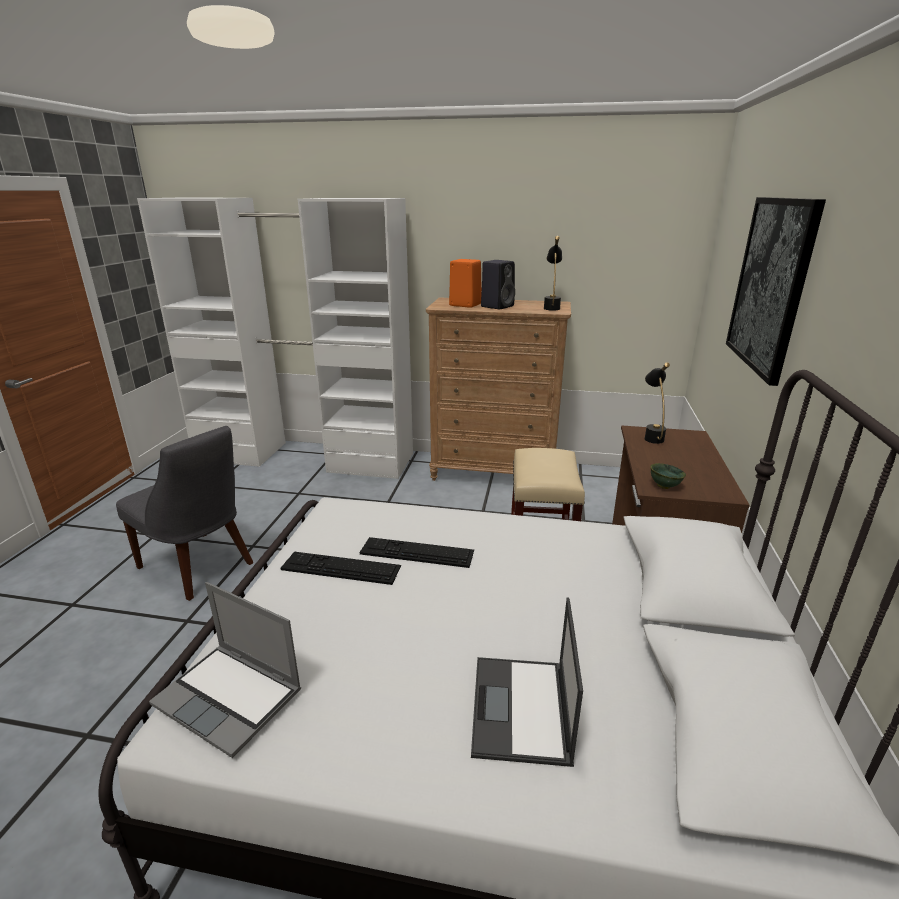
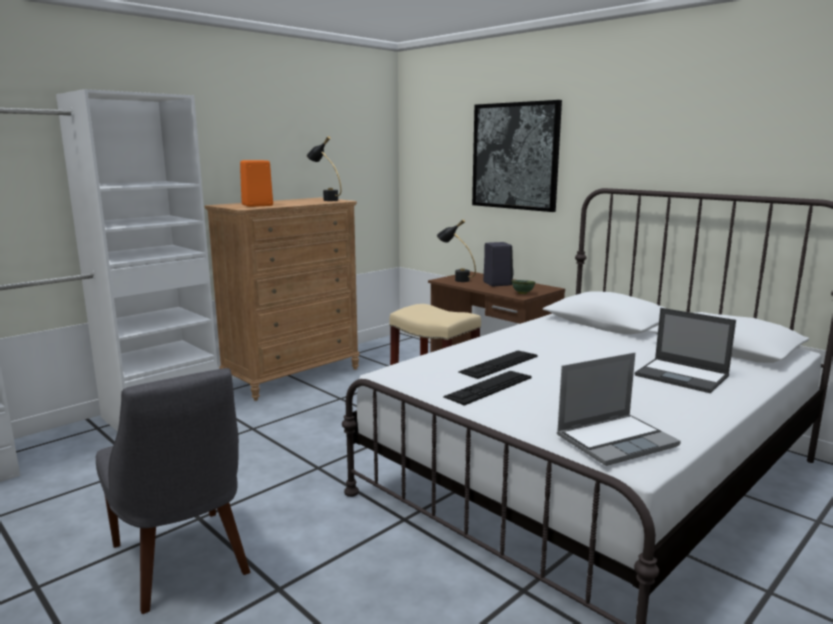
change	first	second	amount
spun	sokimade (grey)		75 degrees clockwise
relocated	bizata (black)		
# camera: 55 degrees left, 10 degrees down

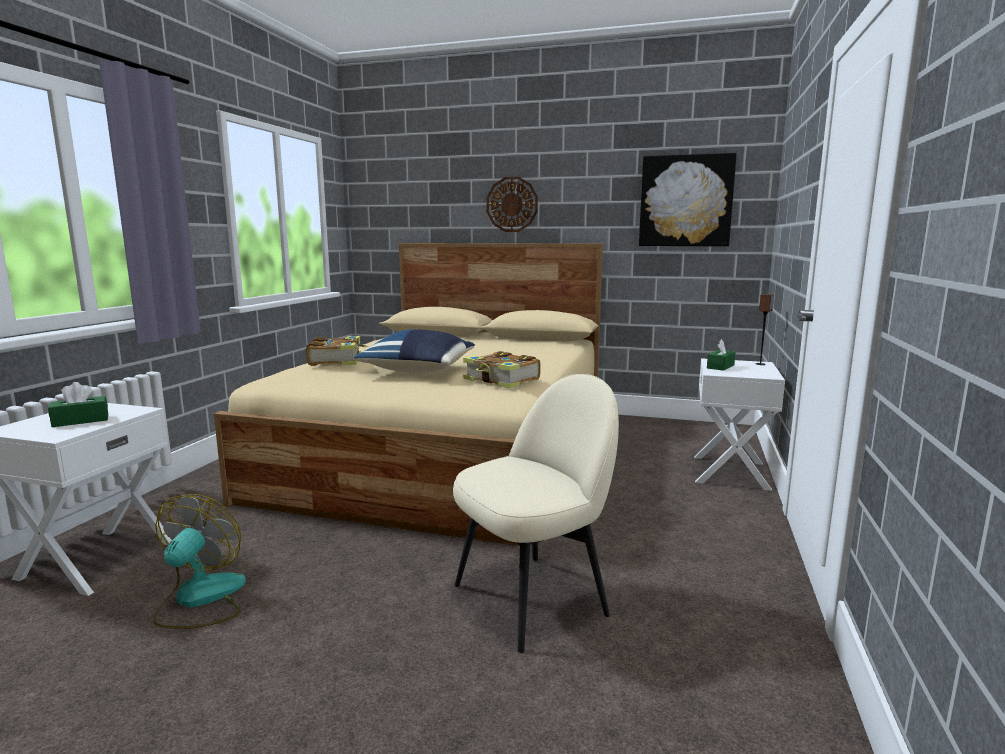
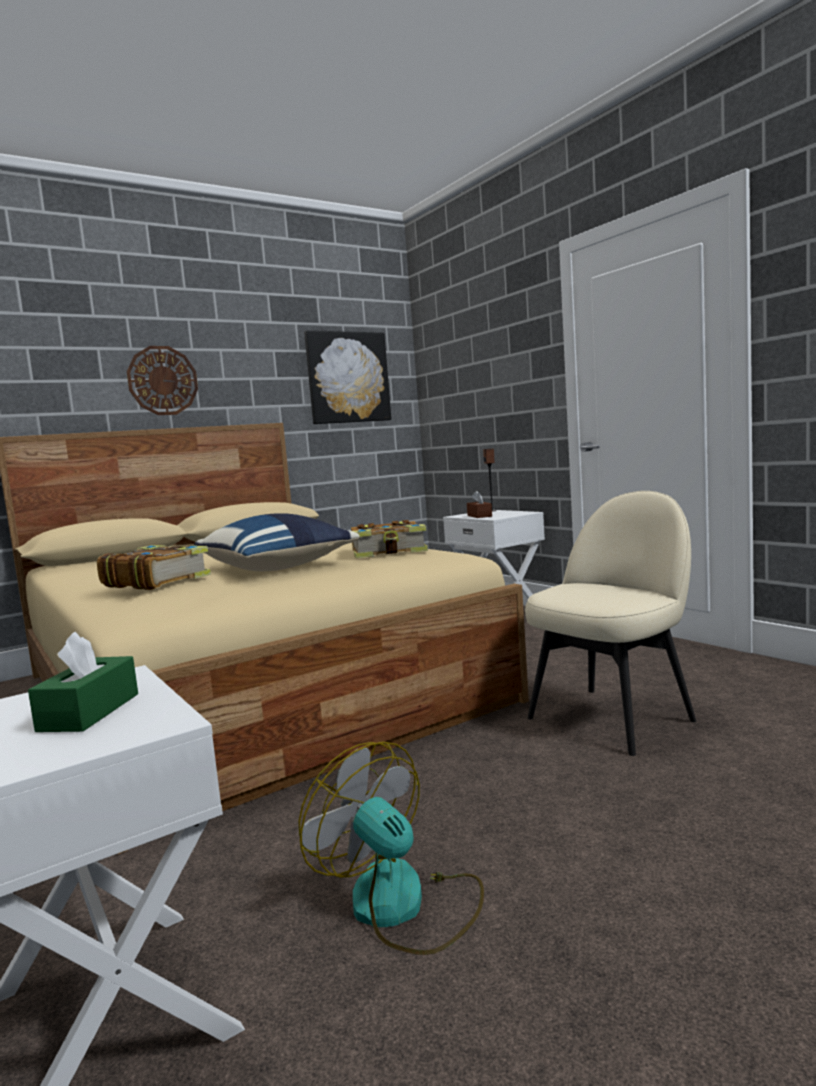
change	first	second	amount
spun	sokimade (beige)		45 degrees clockwise
colour	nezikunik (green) (no. 2 from left)	nezikunik (brown)	
# camera: 50 degrees left, 5 degrees down

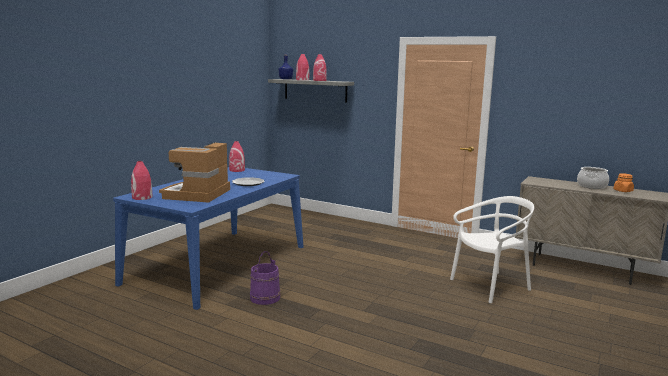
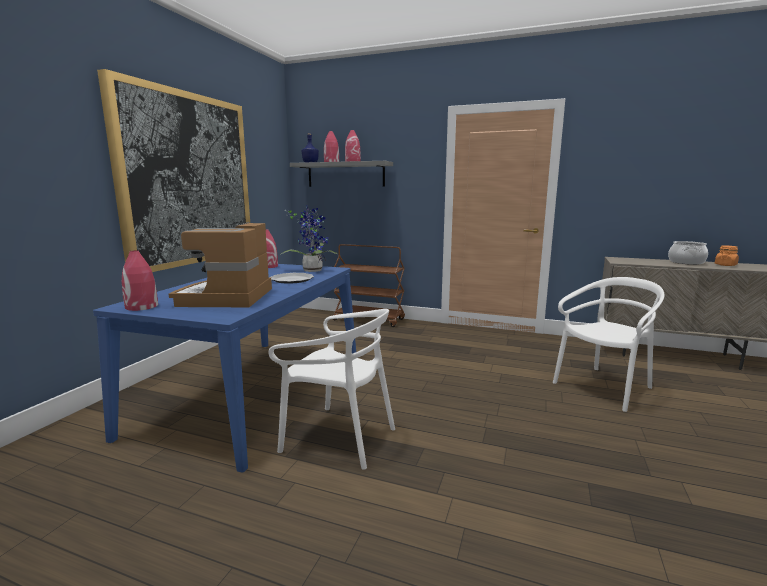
change	first	second	amount
exchanged	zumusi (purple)	sokimade (white) (no. 1 from left)	
appeared		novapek	
appeared		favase	
appeared		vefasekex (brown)	
# camera: 10 degrees left, 0 degrees up

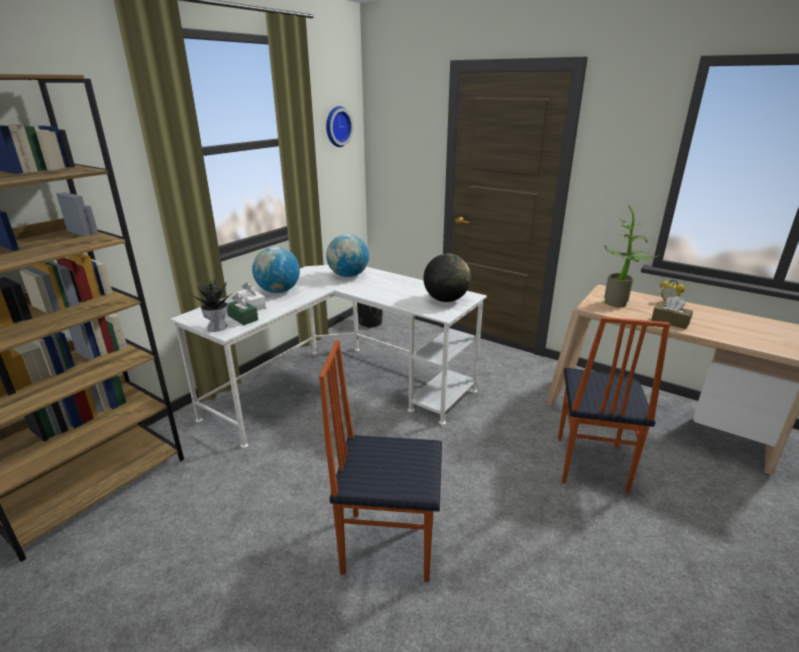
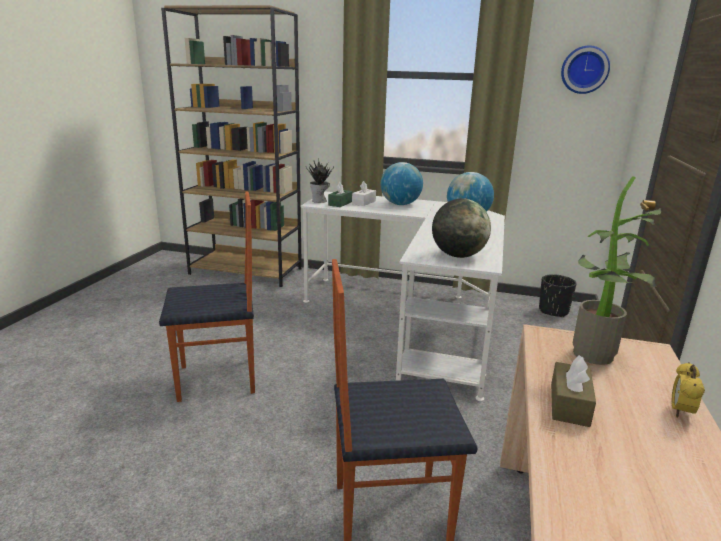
change	first	second	amount
spun	sokimade (no. 1 from left)		90 degrees clockwise
# camera: 70 degrees right, 5 degrees down

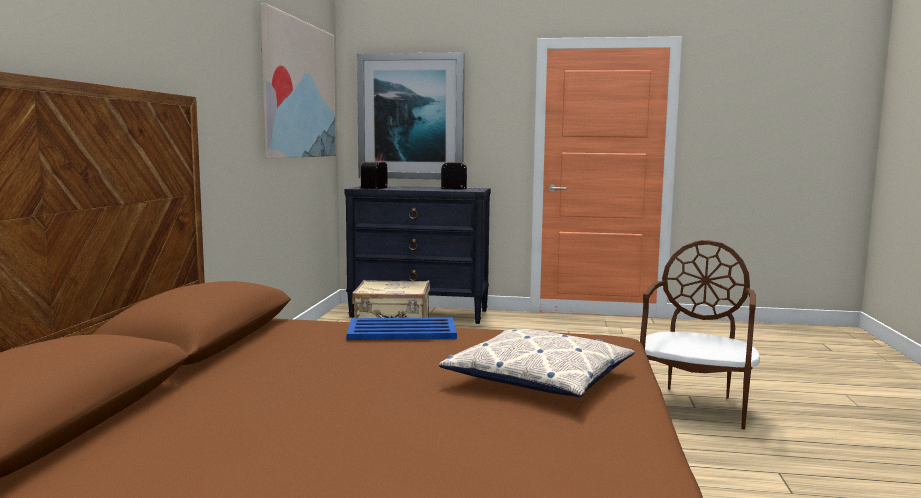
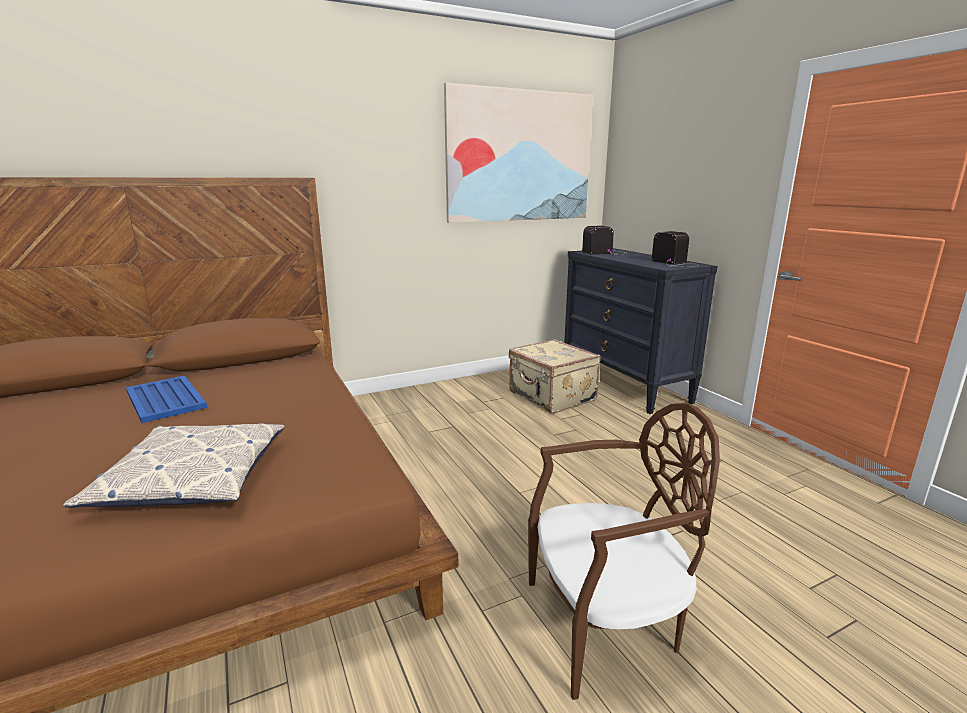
change	first	second	amount
relocated	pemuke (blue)		
missing	novapek (no. 2 from left)		
# camera: 55 degrees right, 10 degrees up

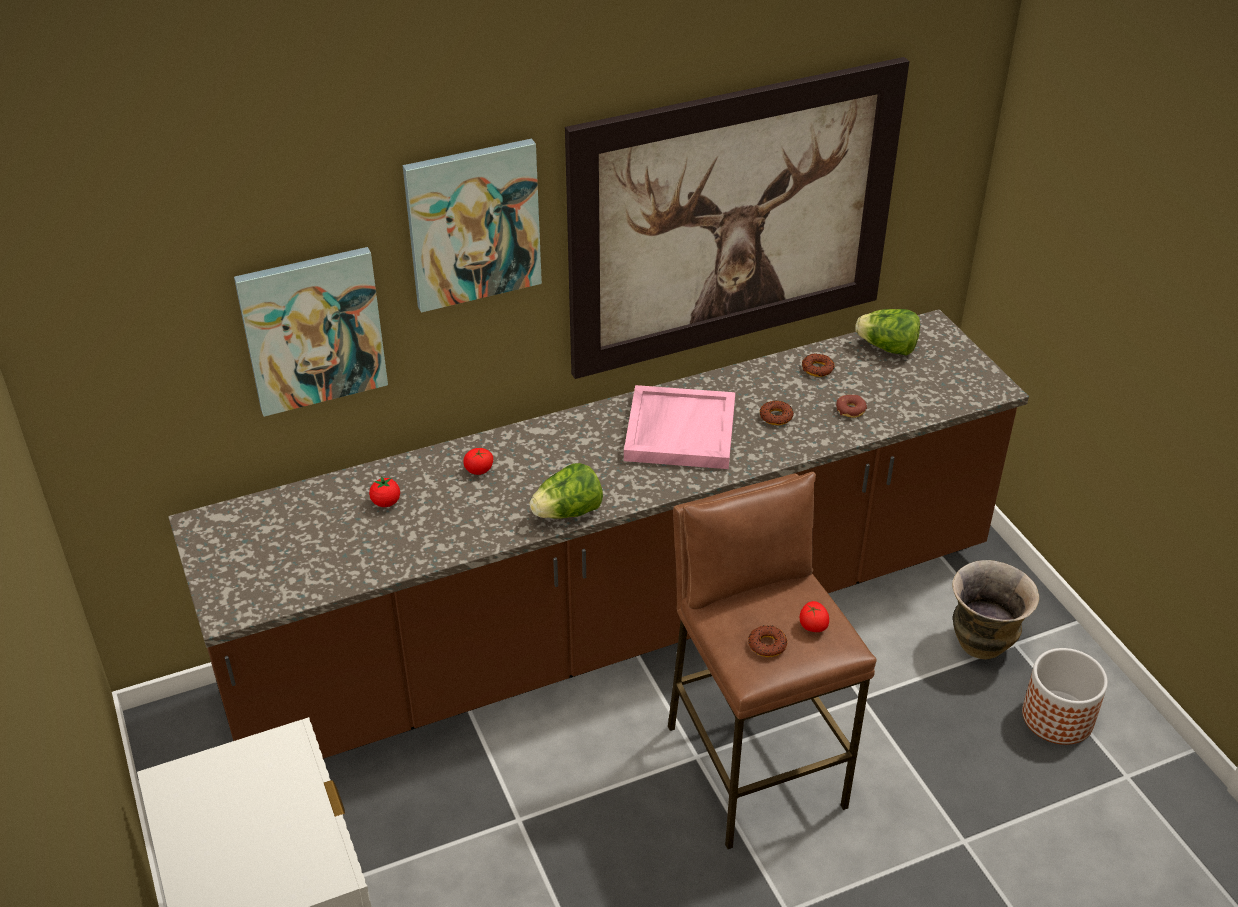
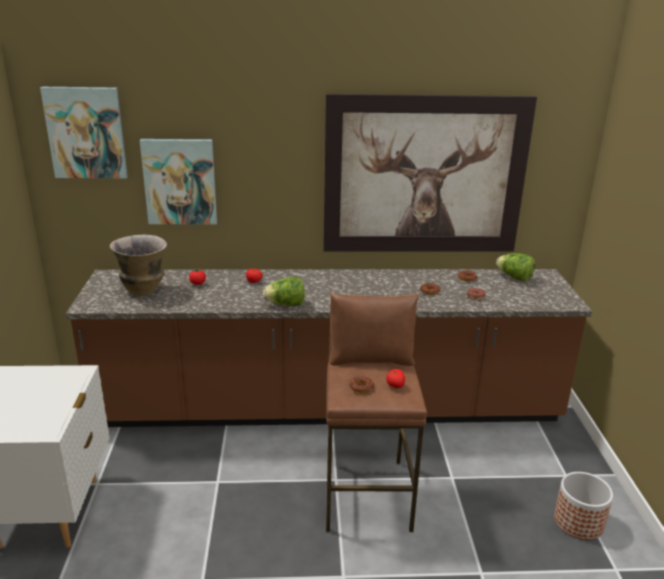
change	first	second	amount
relocated	novapek (no. 2 from left in the first image)	novapek (no. 1 from left)	
missing	pemuke (pink)		
relocated	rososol		
# camera: 20 degrees right, 15 degrees down

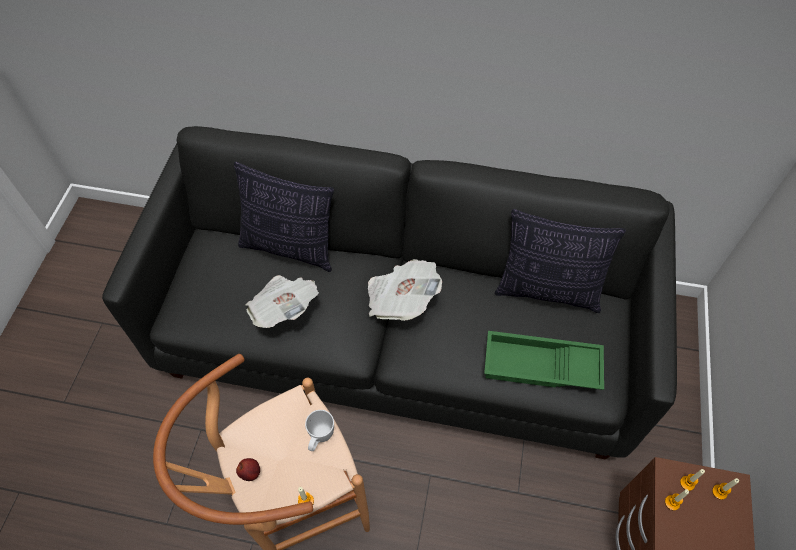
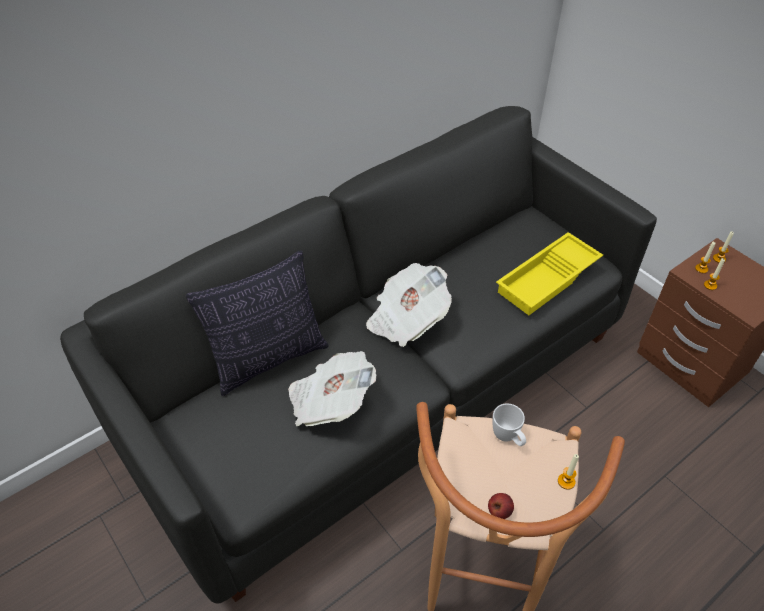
change	first	second	amount
colour	pemuke (green)	pemuke (yellow)	
missing	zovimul (no. 2 from left)		
# camera: 50 degrees left, 10 degrees down

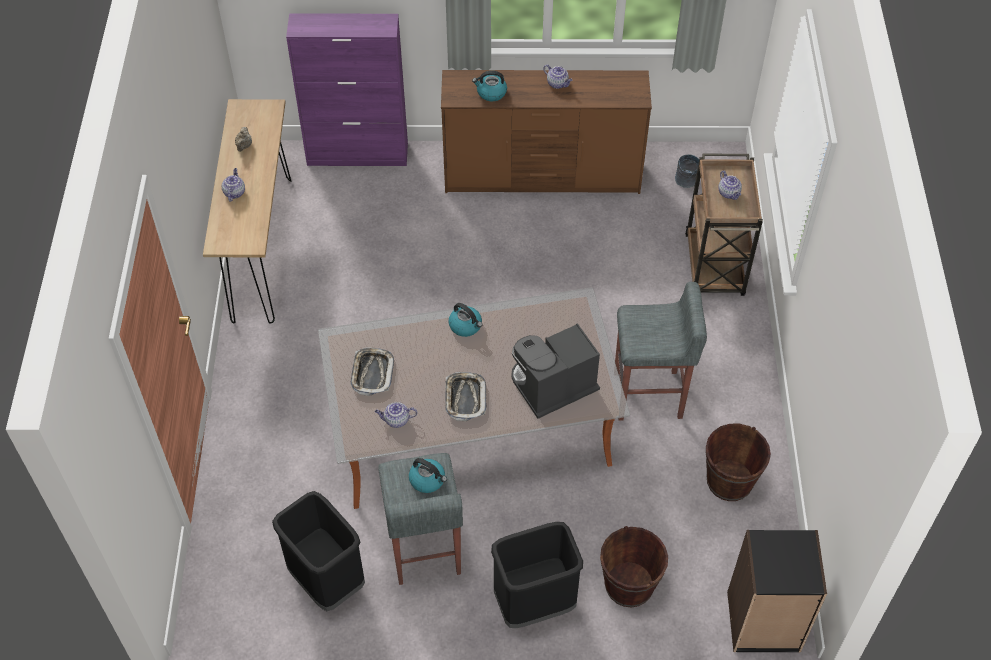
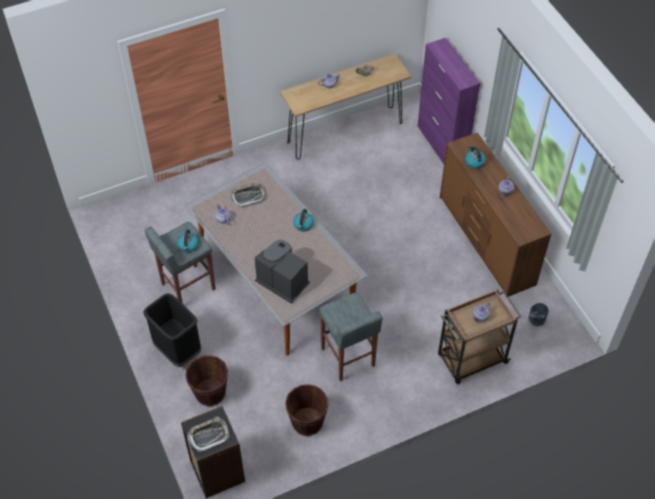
change	first	second	amount
missing	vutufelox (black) (no. 1 from left)		
relocated	pemuke (no. 2 from left in the first image)	pemuke (no. 1 from left)	
# camera: 65 degrees right, 0 degrees up

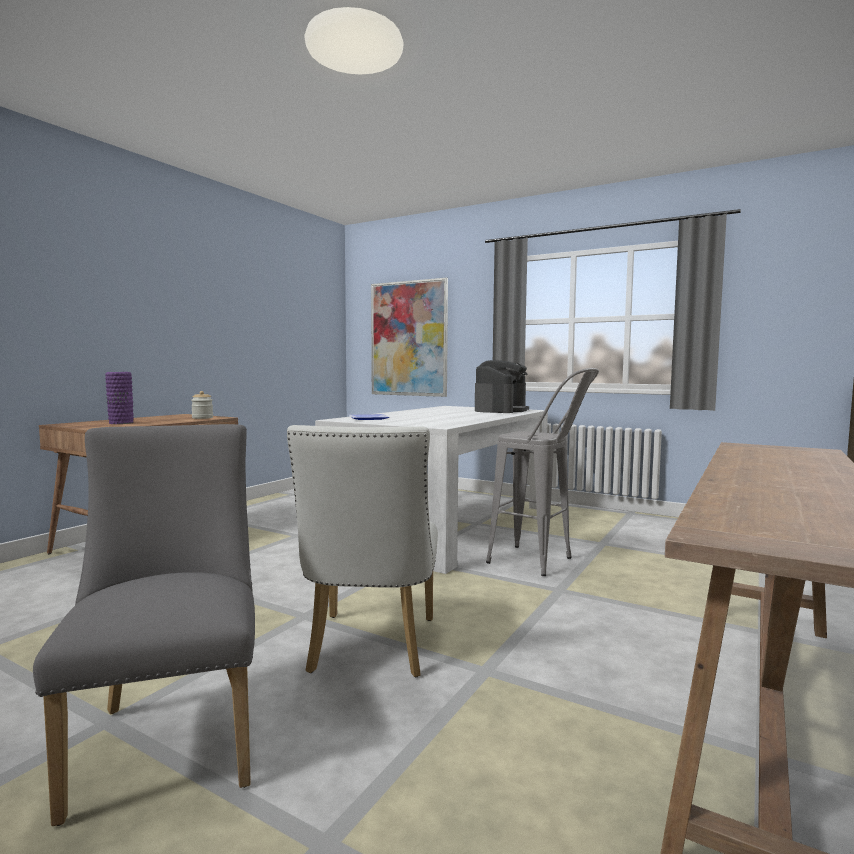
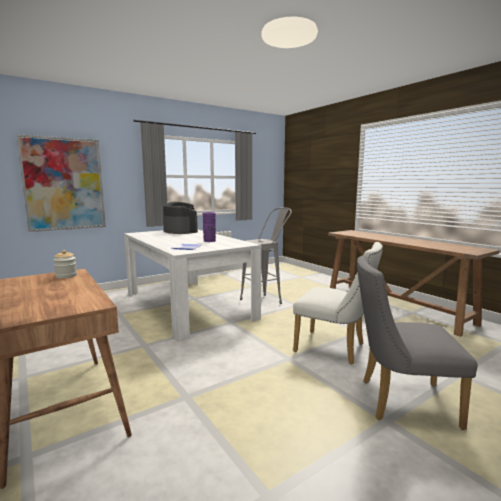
change	first	second	amount
relocated	rososol (purple)		
# camera: 65 degrees left, 5 degrees up

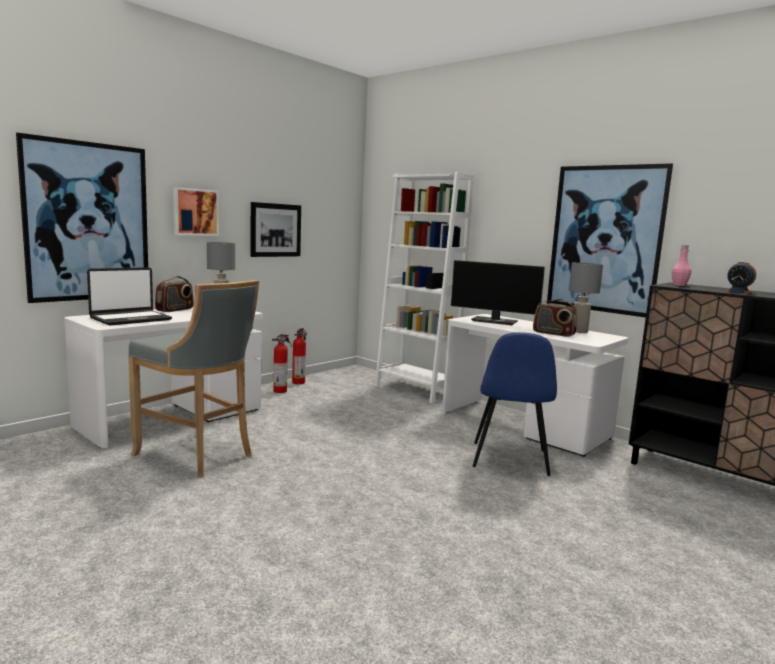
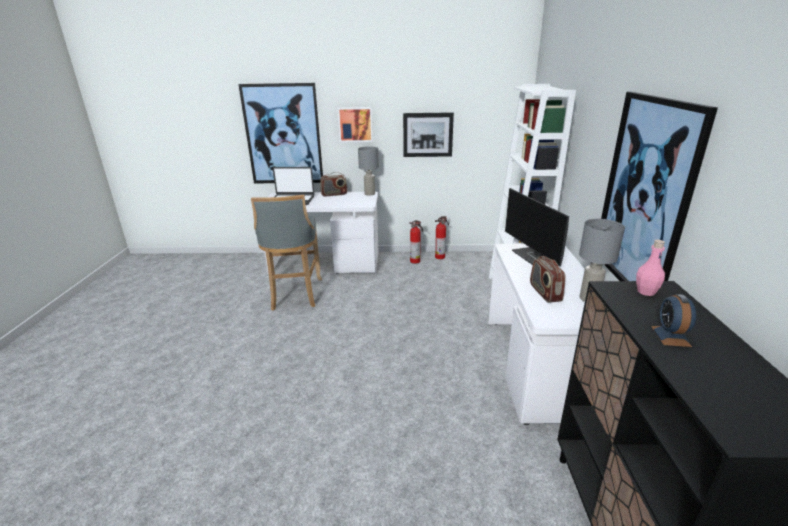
change	first	second	amount
missing	sokimade (blue)		
# camera: 50 degrees right, 15 degrees up

